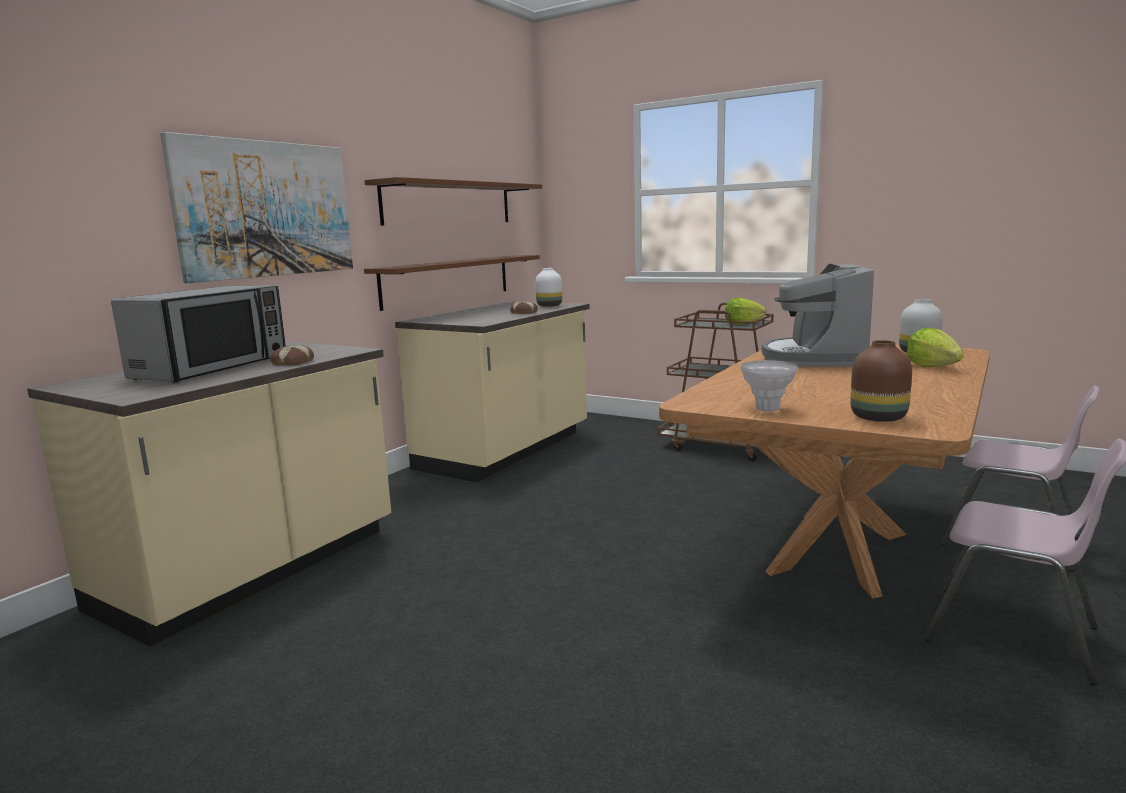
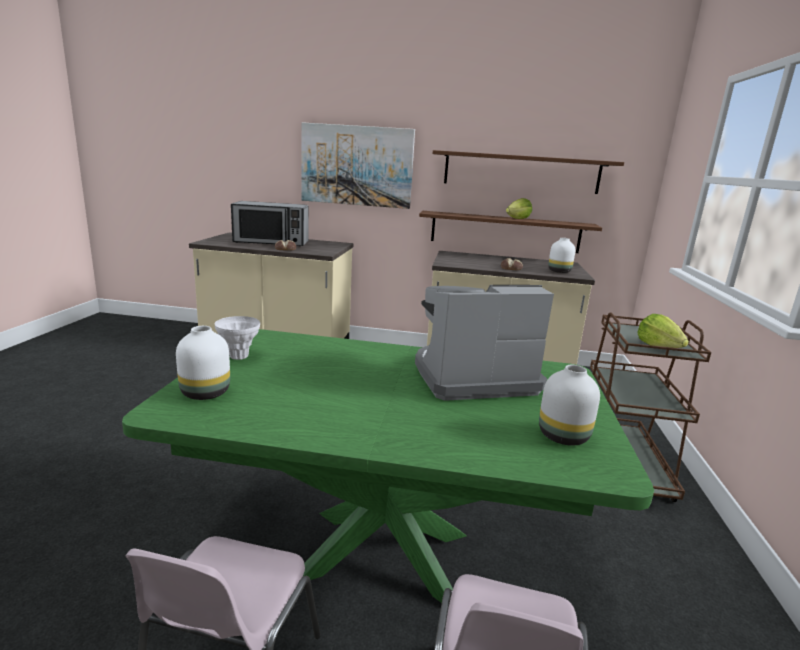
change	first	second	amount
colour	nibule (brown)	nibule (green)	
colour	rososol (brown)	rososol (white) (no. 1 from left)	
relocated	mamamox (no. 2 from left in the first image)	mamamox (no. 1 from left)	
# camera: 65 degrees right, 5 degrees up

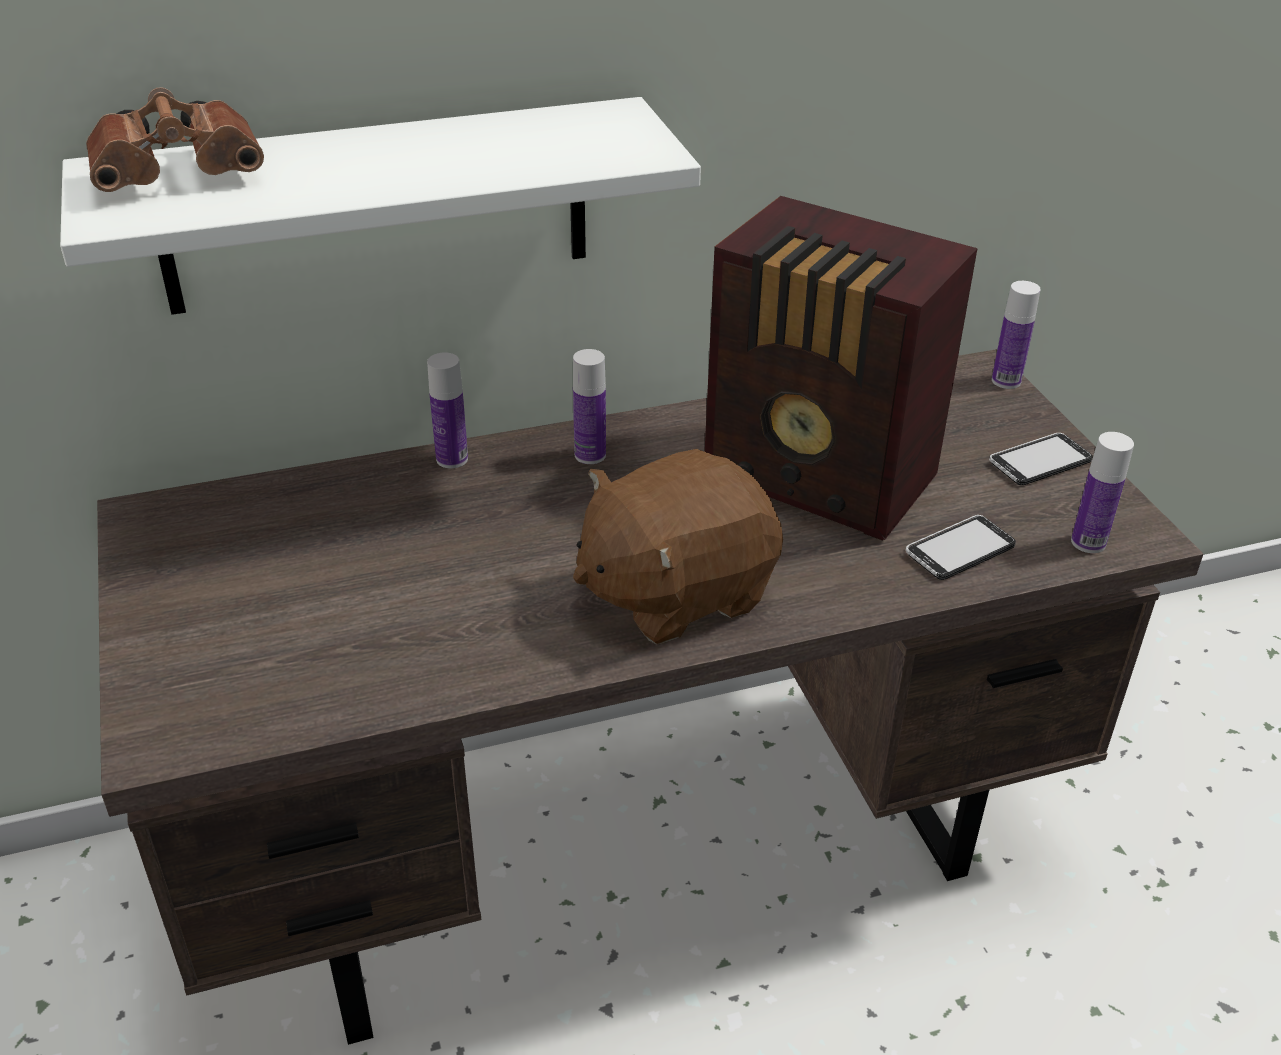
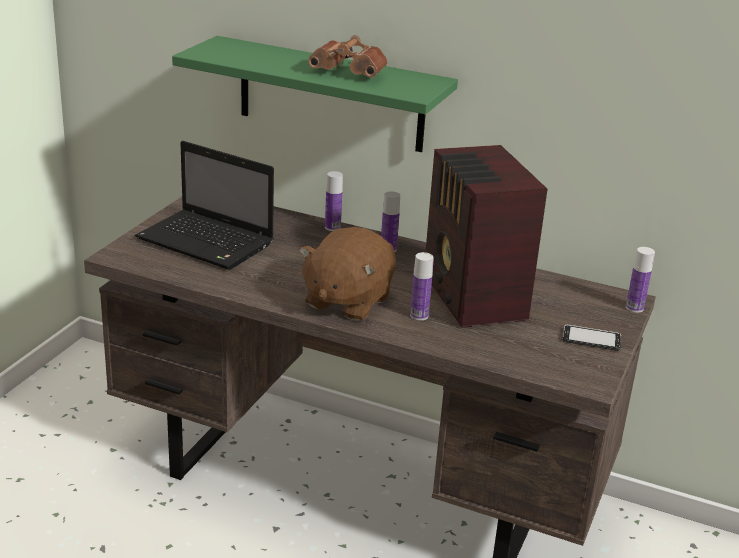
change	first	second	amount
colour	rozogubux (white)	rozogubux (green)	
relocated	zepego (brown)		
spun	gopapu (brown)		75 degrees counterclockwise
missing	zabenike (no. 1 from left)		
relocated	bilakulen (no. 4 from left in the first image)	bilakulen (no. 3 from left)	
appeared		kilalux	
# camera: 40 degrees right, 10 degrees down

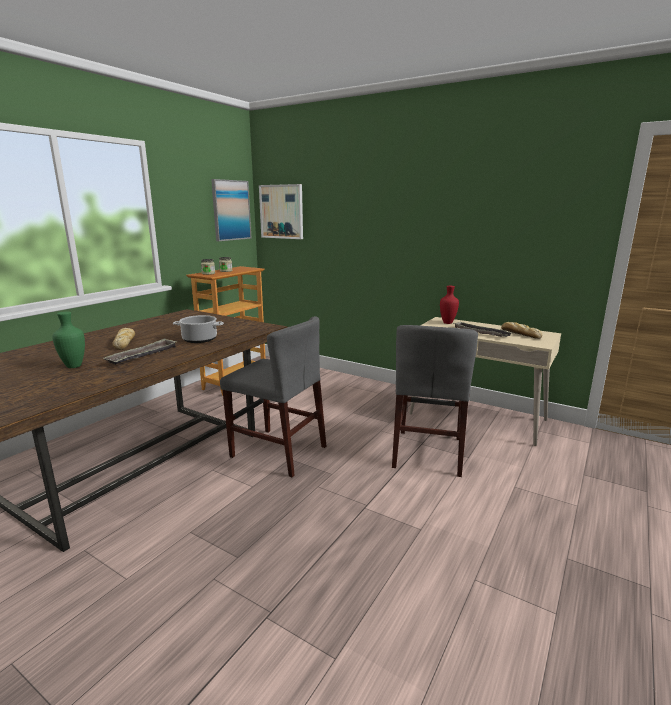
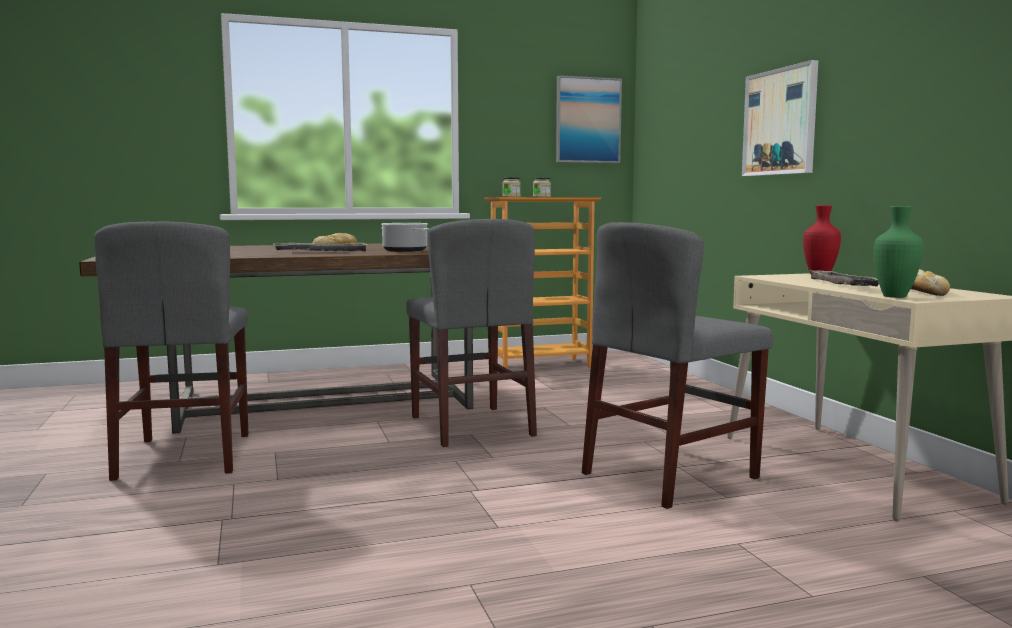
change	first	second	amount
relocated	rososol (green)		
relocated	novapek (no. 2 from left)		
appeared		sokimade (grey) (no. 1 from left)	
# camera: 40 degrees right, 10 degrees down

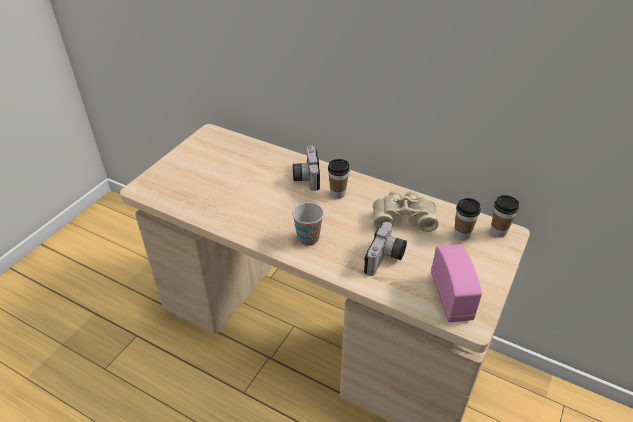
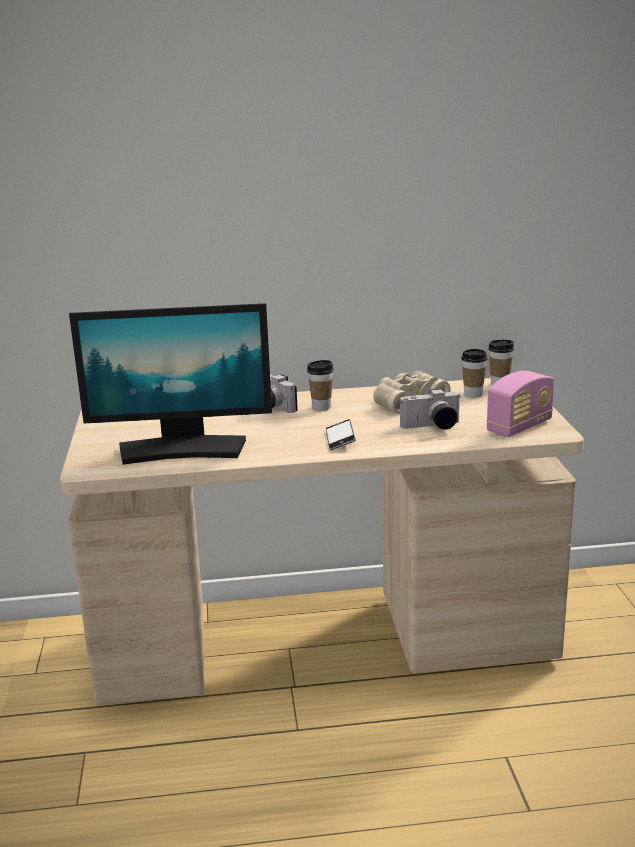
change	first	second	amount
exchanged	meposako (no. 1 from left)	zabenike	
spun	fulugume (no. 2 from left)		90 degrees clockwise
spun	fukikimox		90 degrees clockwise
appeared		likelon	
# camera: 35 degrees left, 20 degrees down

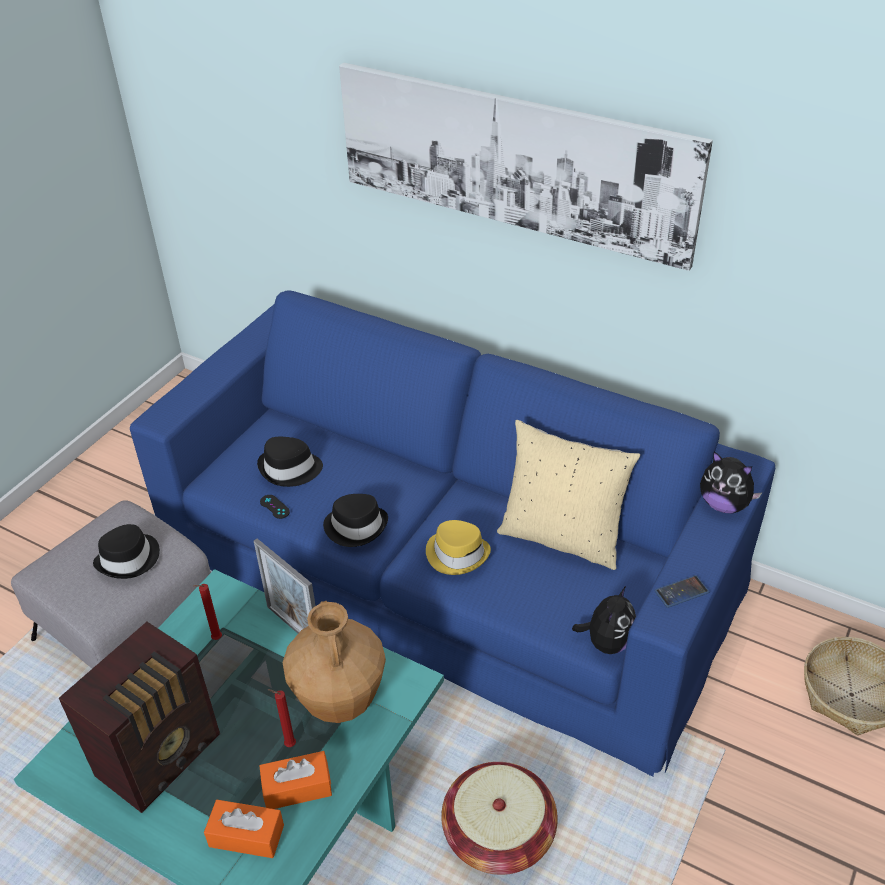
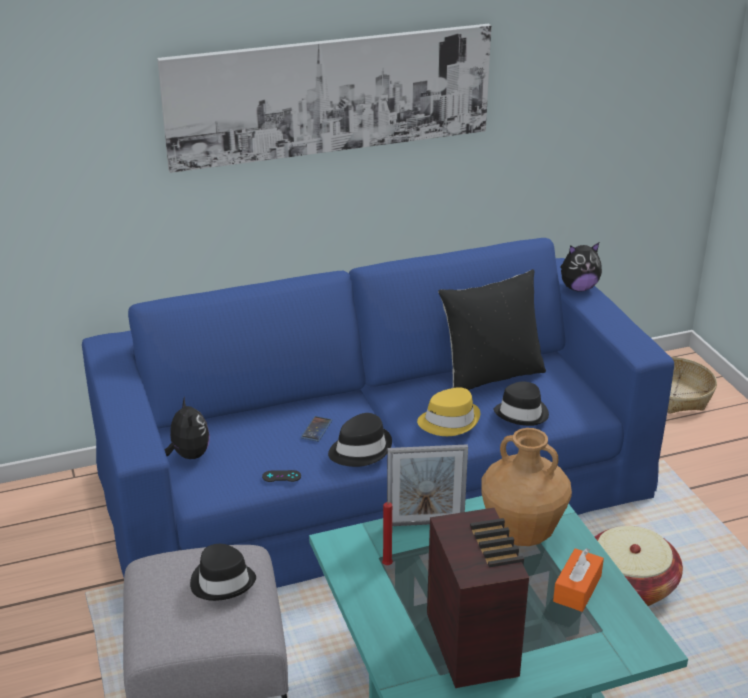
change	first	second	amount
missing	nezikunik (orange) (no. 1 from left)		
relocated	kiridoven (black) (no. 2 from left in the first image)	kiridoven (black) (no. 3 from left)	
missing	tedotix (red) (no. 2 from left)		
colour	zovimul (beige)	zovimul (black)	
relocated	gopapu (no. 1 from left)		
relocated	zabenike		
# camera: 50 degrees left, 10 degrees down

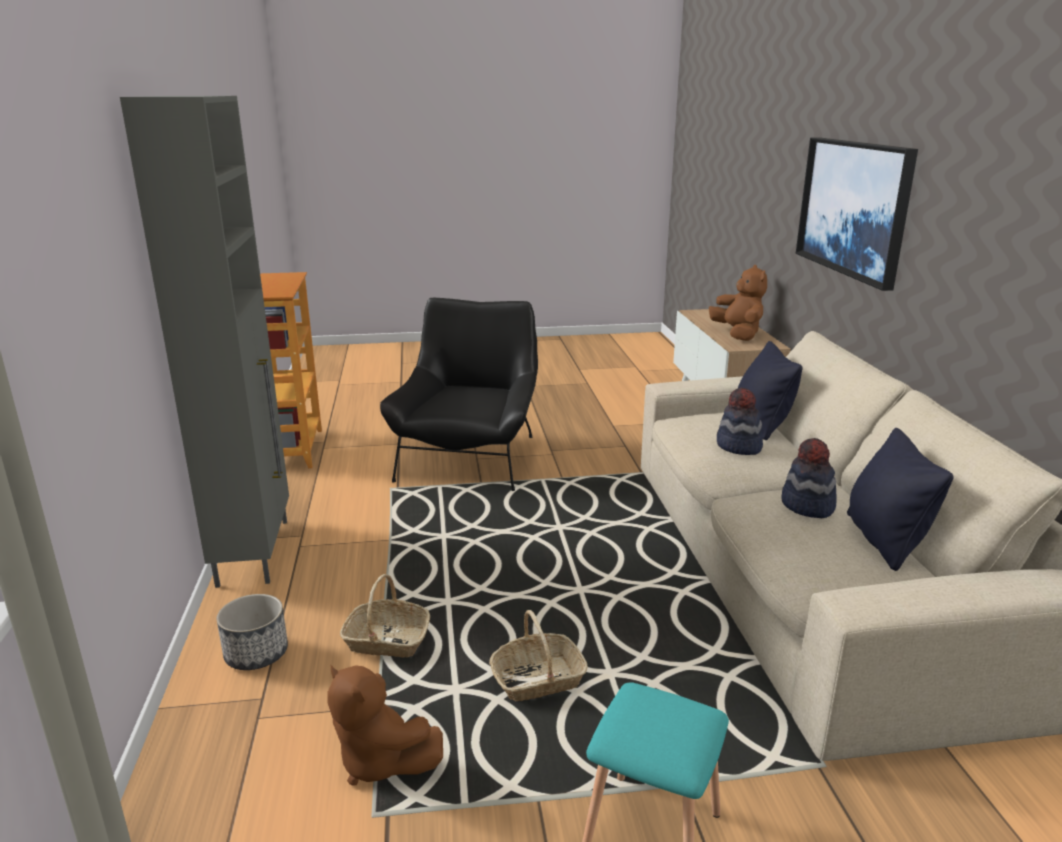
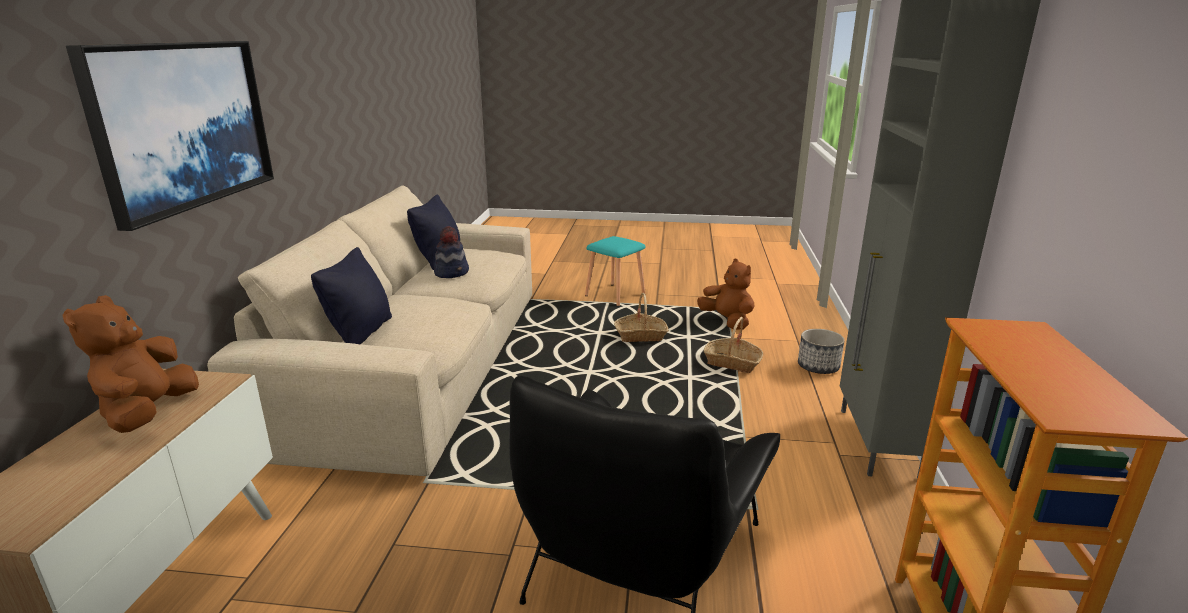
change	first	second	amount
missing	kiridoven (no. 1 from left)		
# camera: 165 degrees left, 0 degrees up

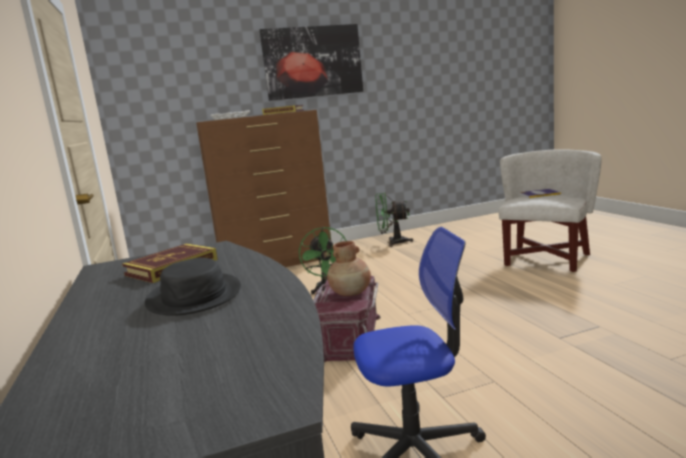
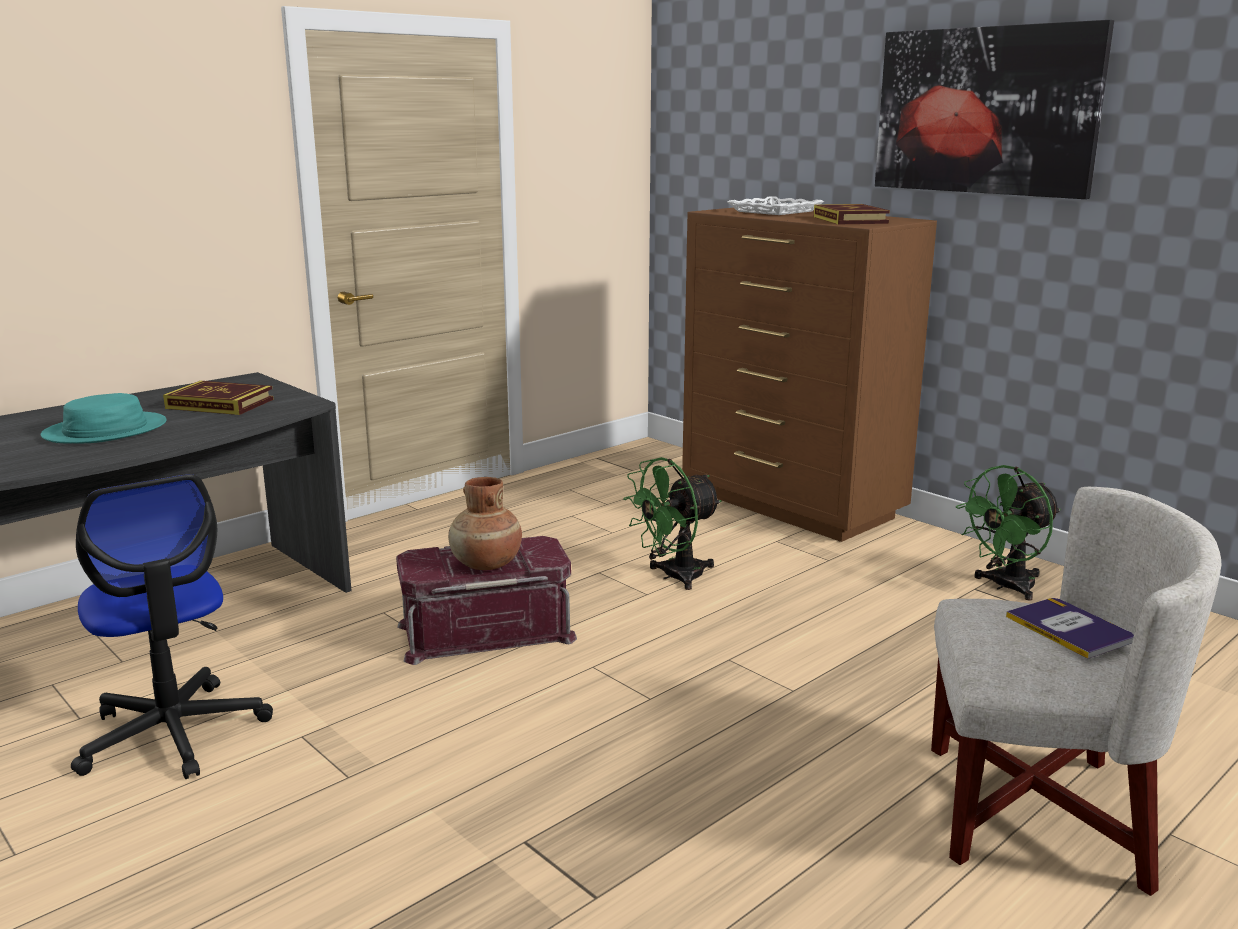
change	first	second	amount
colour	kiridoven (black)	kiridoven (turquoise)	
spun	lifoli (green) (no. 2 from left)		105 degrees counterclockwise
# camera: 65 degrees right, 5 degrees up

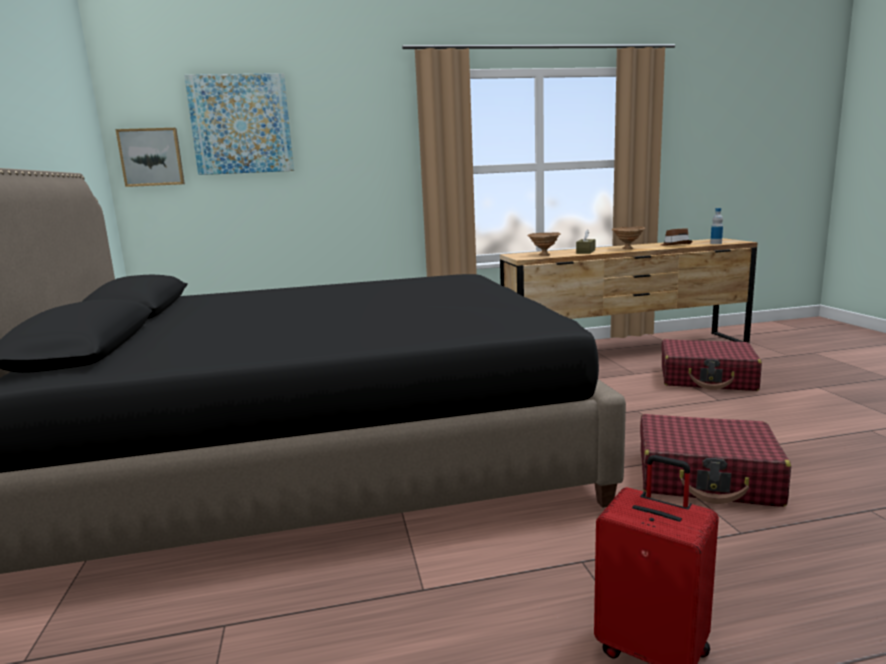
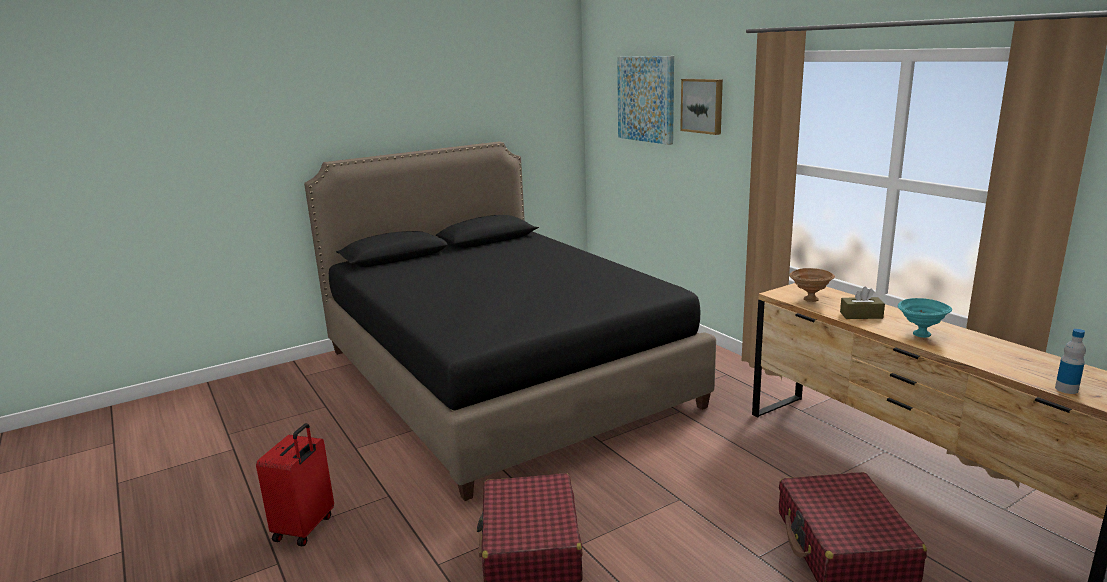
change	first	second	amount
relocated	novapek (no. 1 from left in the first image)	novapek (no. 2 from left)	
colour	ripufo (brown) (no. 2 from left)	ripufo (turquoise)	
missing	kiridoven (brown)		
# camera: 70 degrees right, 5 degrees up

